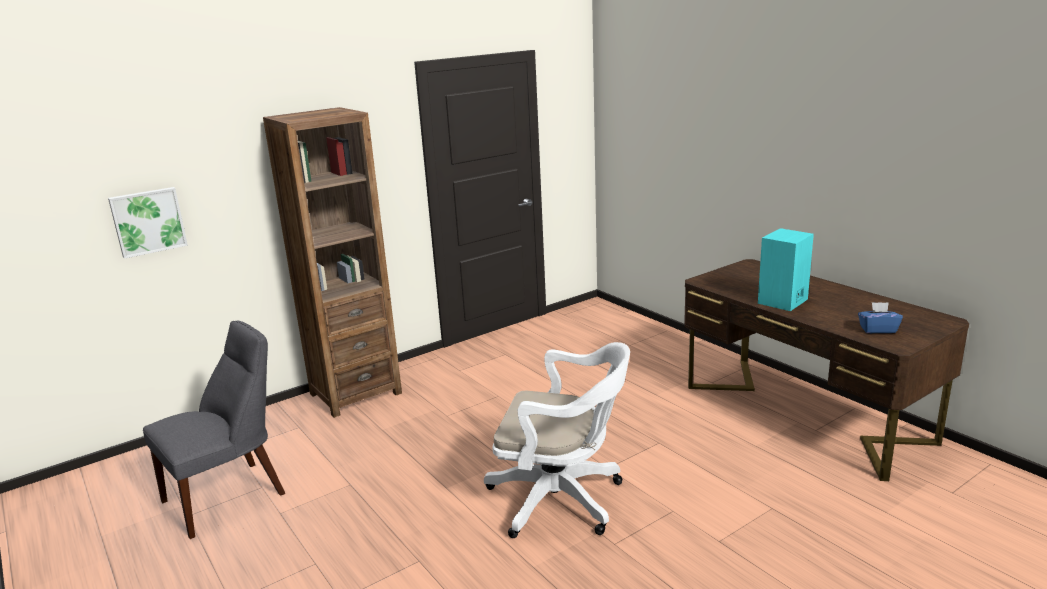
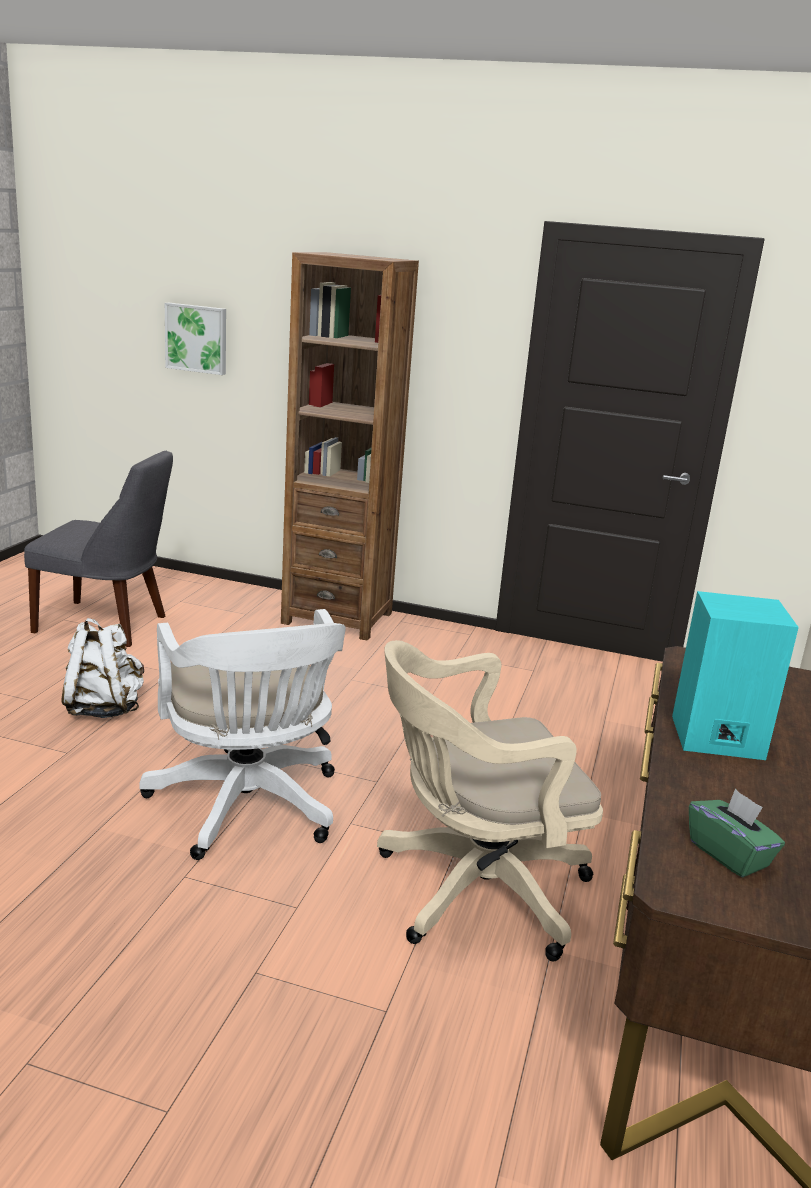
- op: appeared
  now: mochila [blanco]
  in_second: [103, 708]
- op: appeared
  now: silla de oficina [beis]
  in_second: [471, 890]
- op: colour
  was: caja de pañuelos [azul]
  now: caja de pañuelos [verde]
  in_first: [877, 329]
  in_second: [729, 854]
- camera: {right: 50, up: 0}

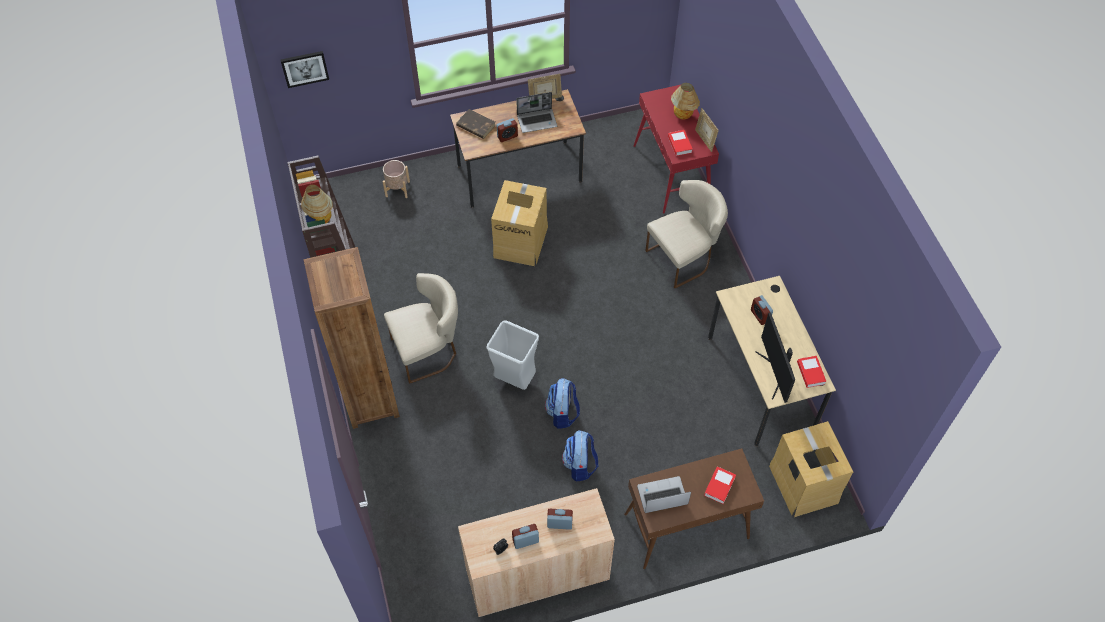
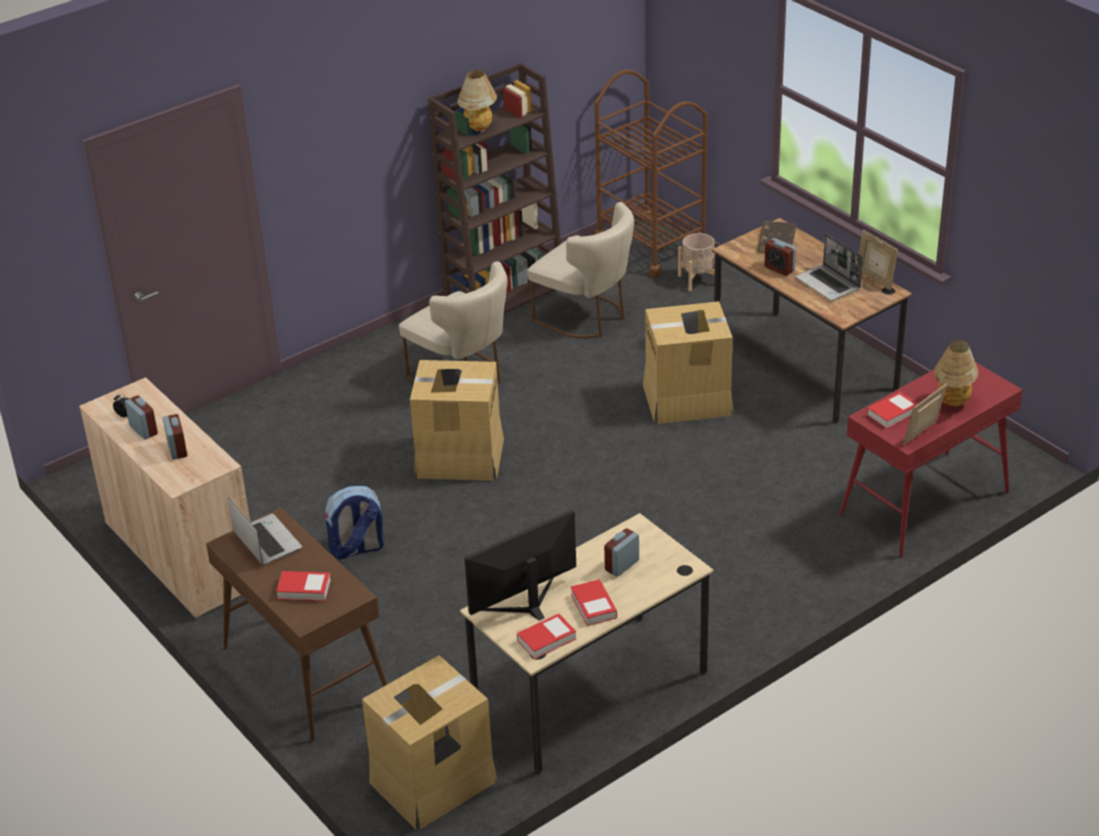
- op: missing
  was: cuadro
  in_first: [304, 68]
- op: missing
  was: estantería [marrón]
  in_first: [370, 399]
- op: missing
  was: mochila
  in_first: [562, 413]
- op: appeared
  now: libro
  in_second: [593, 606]
- op: appeared
  now: carrito [marrón]
  in_second: [651, 245]
- op: relocated
  was: silla [beis]
  in_first: [684, 257]
  in_second: [587, 317]
- op: exchanged
  was: papelera [gris]
  now: caja de cartón
  in_first: [514, 380]
  in_second: [459, 457]
- camera: {right: 70, up: -20}

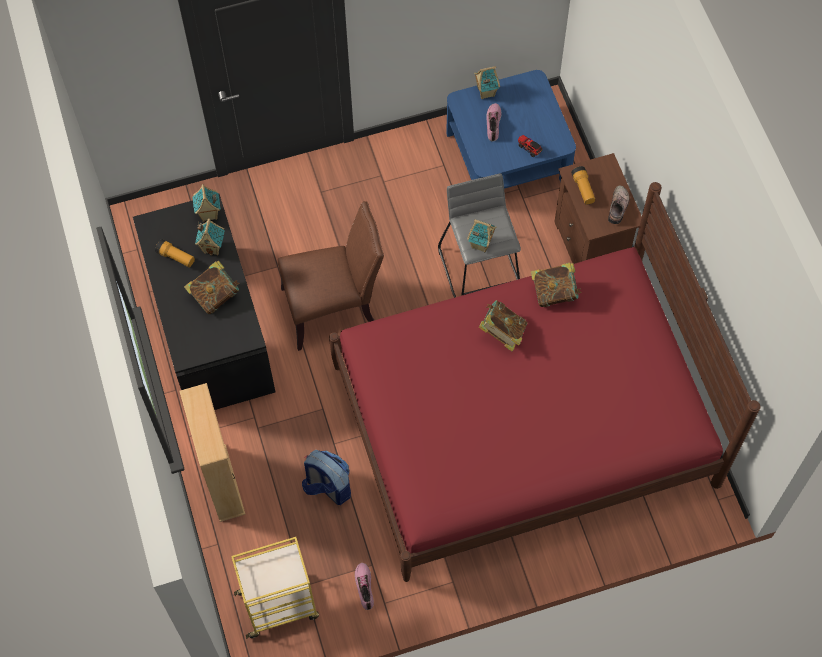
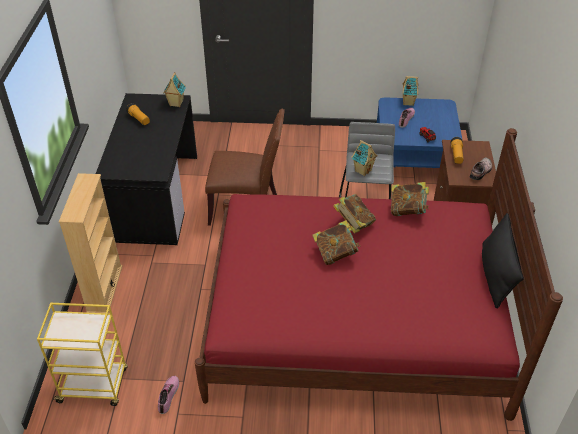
- op: missing
  was: casita
  in_first: [213, 247]
- op: missing
  was: mochila
  in_first: [328, 487]
- op: appeared
  now: cojín [negro]
  in_second: [496, 274]
- op: relocated
  was: libro
  in_first: [215, 295]
  in_second: [335, 253]
- camera: {right: 20, up: -20}

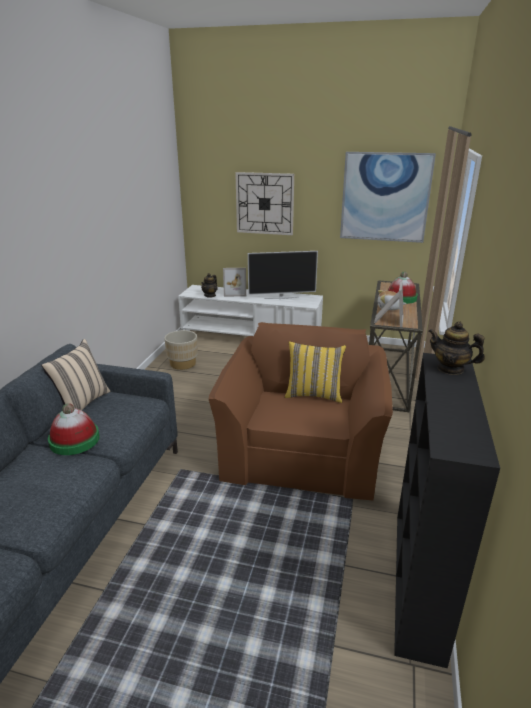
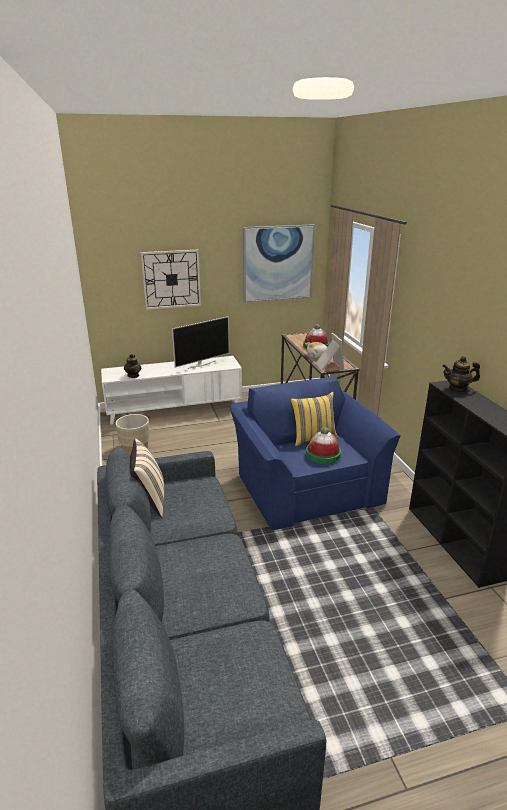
- op: missing
  was: portarretratos
  in_first: [235, 293]
- op: relocated
  was: sombrero
  in_first: [74, 440]
  in_second: [323, 454]
- op: colour
  was: sillón [marrón]
  now: sillón [azul]
  in_first: [302, 447]
  in_second: [305, 484]
- camera: {right: -30, up: 0}

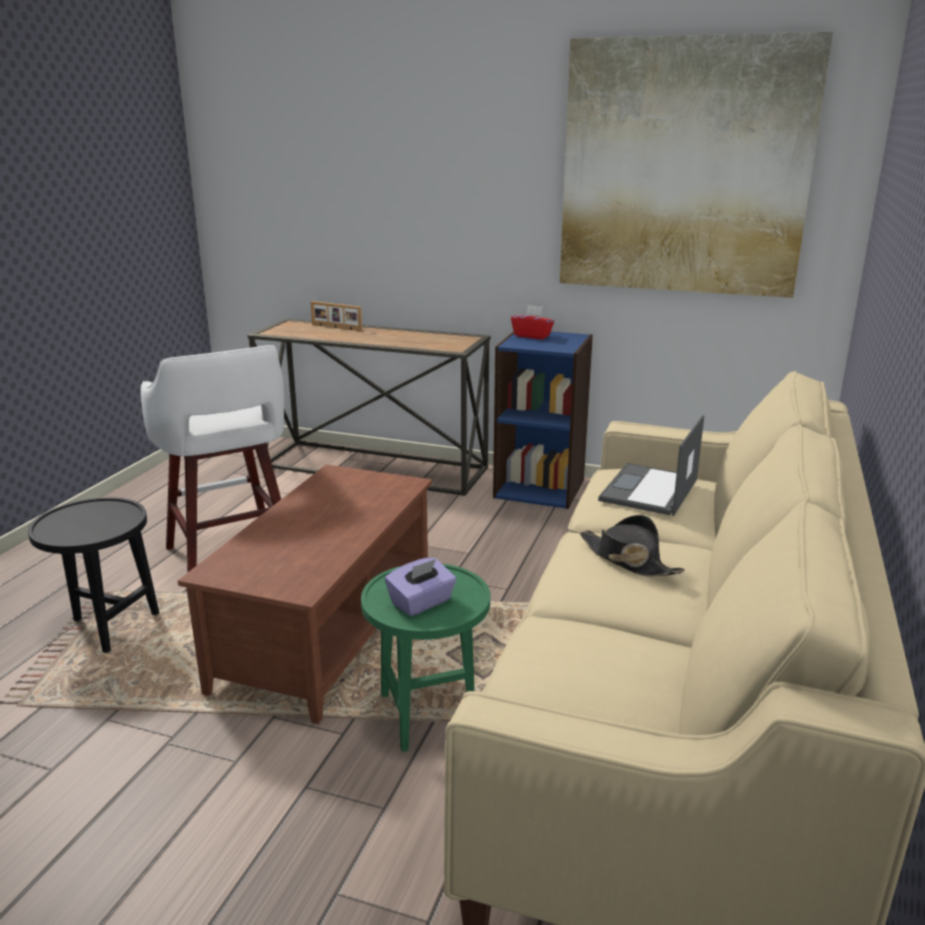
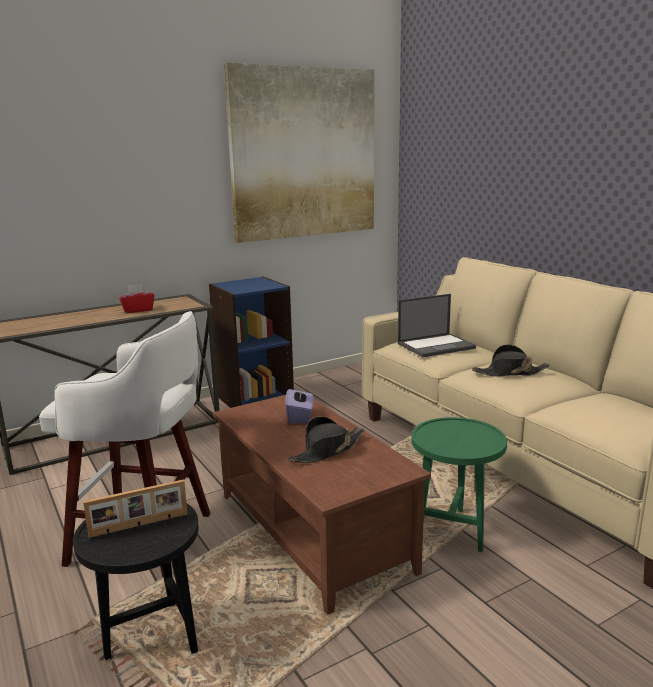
- op: appeared
  now: sombrero [negro]
  in_second: [327, 451]
- op: relocated
  was: portarretratos
  in_first: [336, 327]
  in_second: [139, 525]
- op: relocated
  was: caja de pañuelos [morado]
  in_first: [421, 603]
  in_second: [300, 417]
- op: relocated
  was: caja de pañuelos [rojo]
  in_first: [532, 336]
  in_second: [137, 310]
- op: spun
  was: portátil
  in_first: [649, 491]
  in_second: [436, 346]
  clockwise: -90
- camera: {right: -50, up: -5}

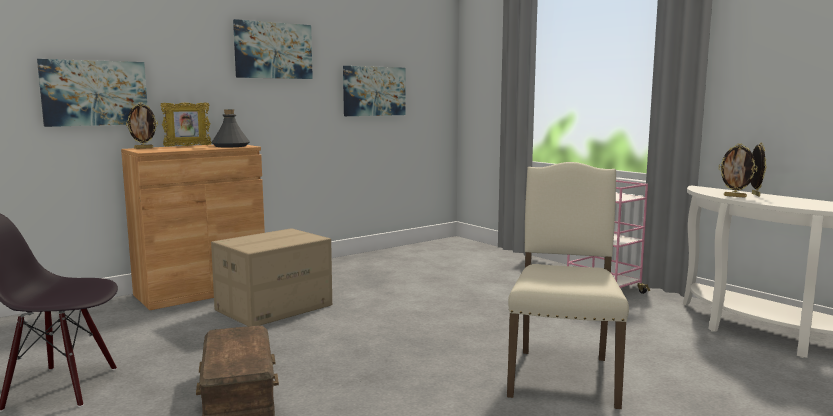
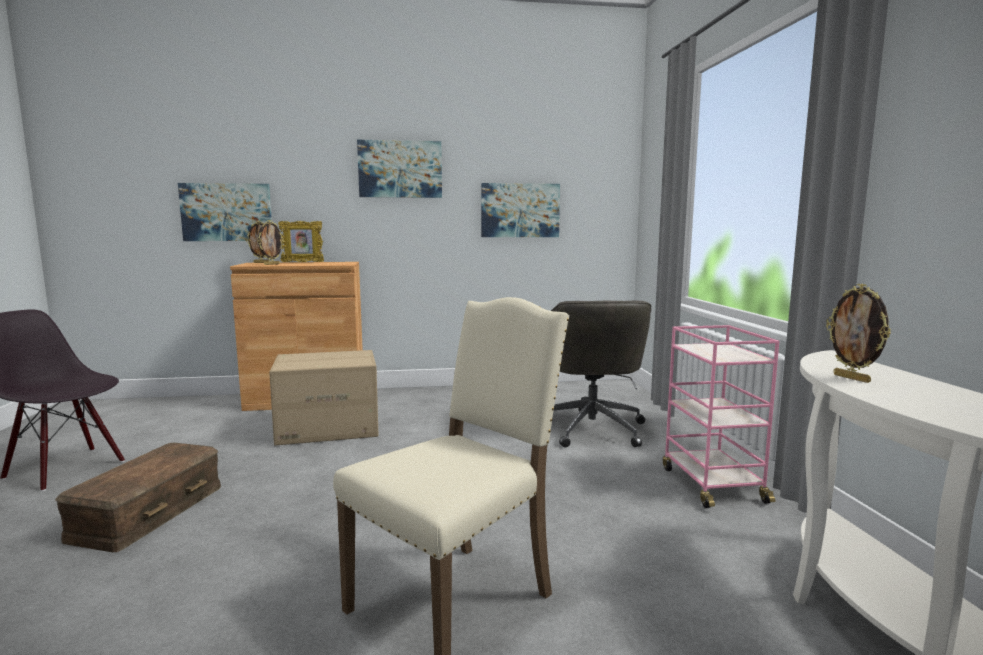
- op: missing
  was: botella [gris]
  in_first: [230, 146]
- op: appeared
  now: silla de oficina [gris]
  in_second: [590, 427]
- op: relocated
  was: portarretratos
  in_first: [754, 195]
  in_second: [271, 264]
- camera: {right: 30, up: 0}

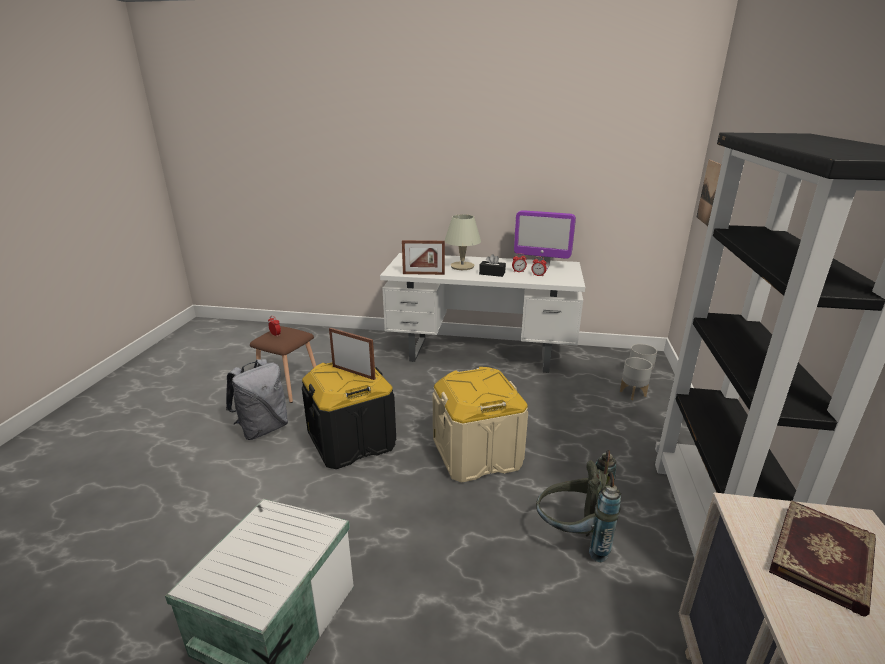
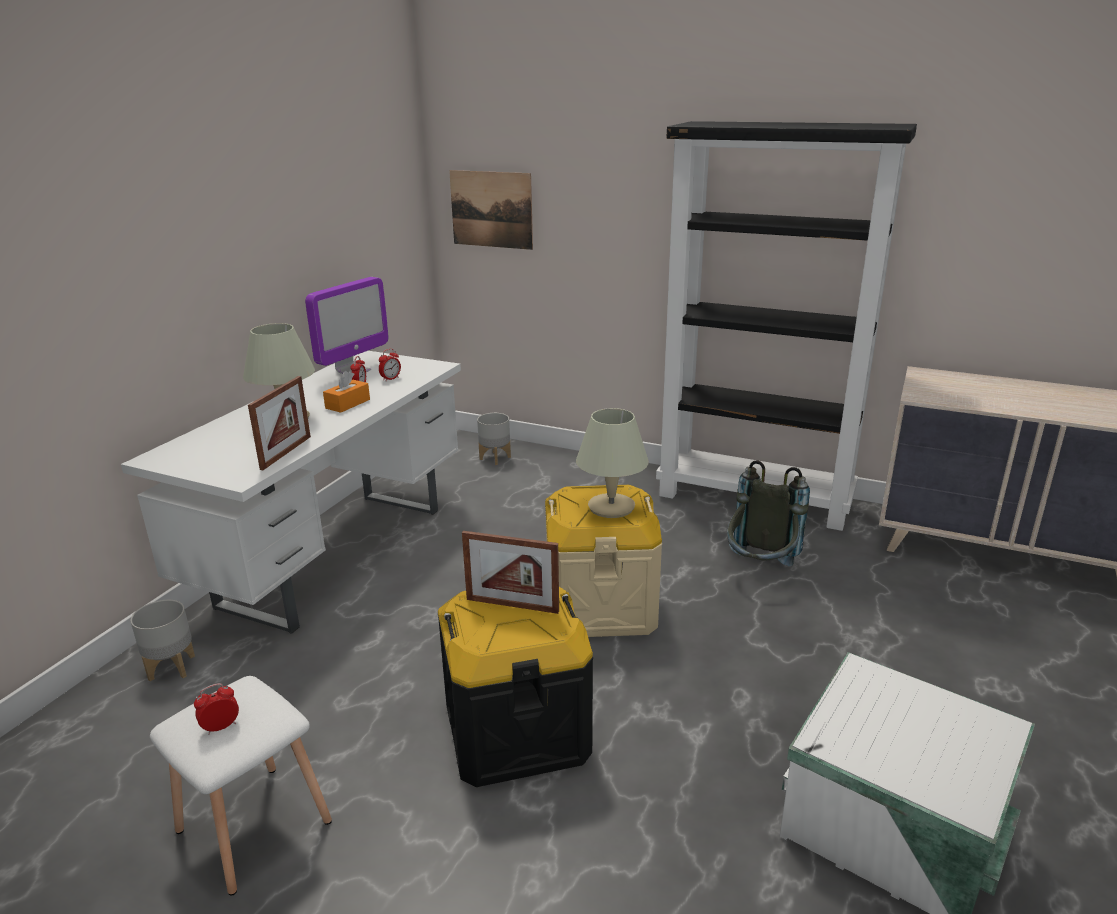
- op: missing
  was: mochila [gris]
  in_first: [263, 428]
- op: missing
  was: libro
  in_first: [824, 558]
- op: appeared
  now: lámpara de mesa [beis]
  in_second: [611, 507]
- op: relocated
  was: maceta [gris]
  in_first: [633, 393]
  in_second: [172, 667]
- op: colour
  was: taburete [marrón]
  now: taburete [blanco]
  in_first: [288, 386]
  in_second: [252, 828]
- op: colour
  was: caja de pañuelos [negro]
  now: caja de pañuelos [naranja]
  in_first: [492, 273]
  in_second: [348, 404]
- op: spun
  was: portarretratos
  in_first: [353, 372]
  in_second: [512, 605]
  clockwise: -120
- camera: {right: -75, up: 0}

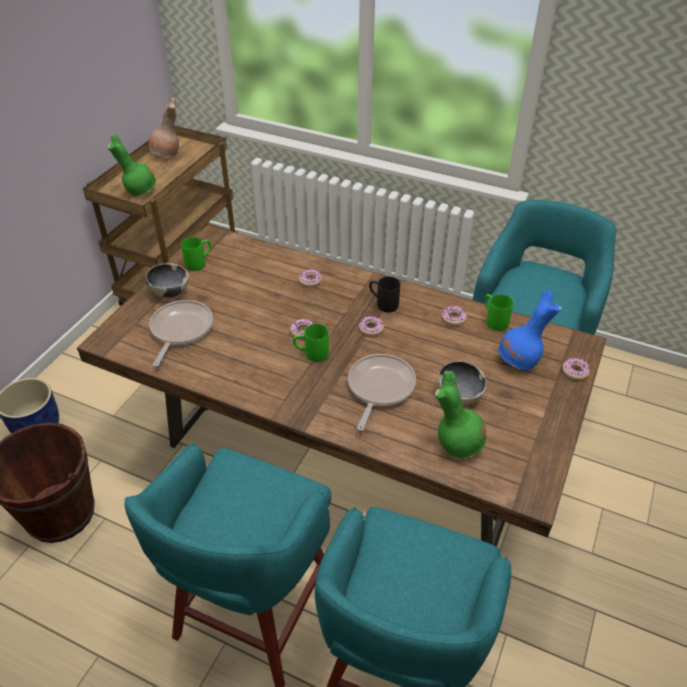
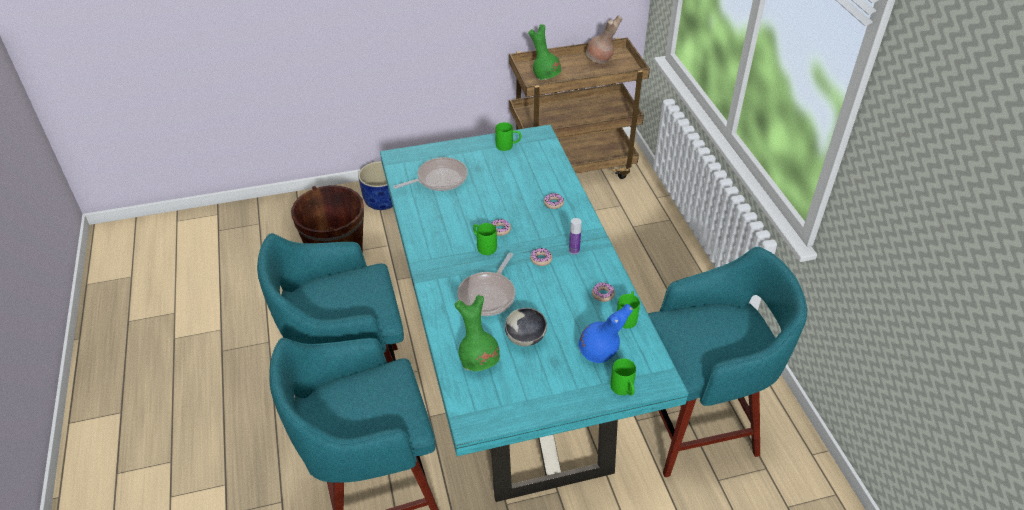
- op: missing
  was: cuenco
  in_first: [170, 292]
- op: exchanged
  was: taza grande [negro]
  now: botella
  in_first: [383, 303]
  in_second: [574, 250]
- op: exchanged
  was: rosquilla
  now: taza grande [verde]
  in_first: [575, 372]
  in_second: [624, 390]
- op: colour
  was: mesa de comedor [marrón]
  now: mesa de comedor [turquesa]
  in_first: [341, 460]
  in_second: [510, 359]
- op: spun
  was: sartén
  in_first: [379, 388]
  in_second: [488, 295]
  clockwise: 135
- camera: {right: 50, up: 0}

